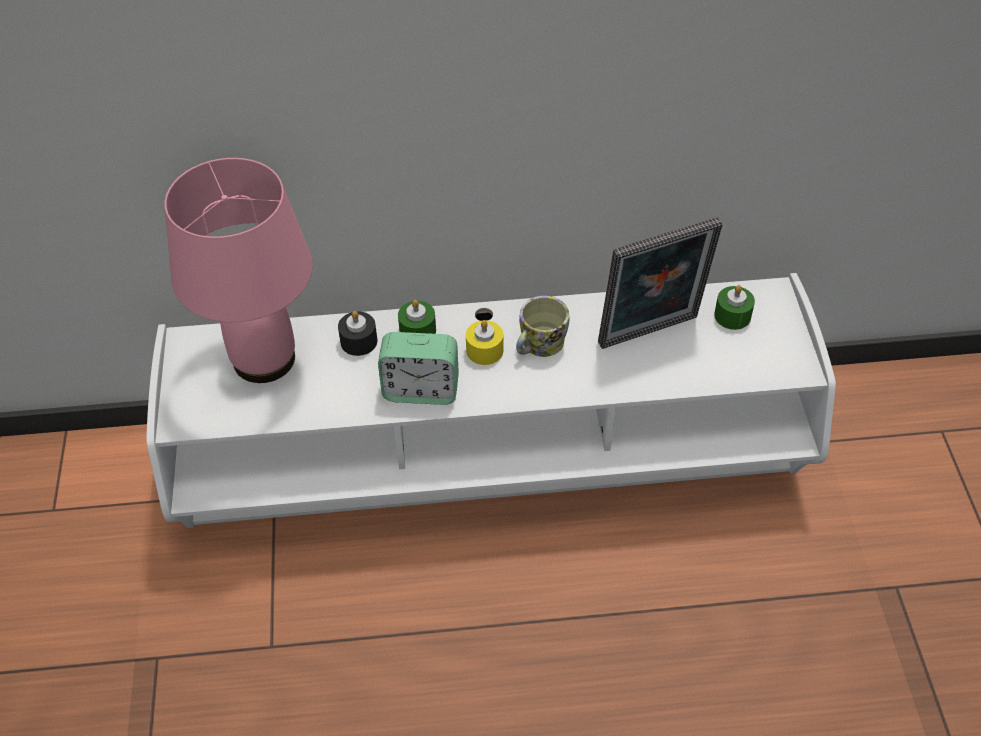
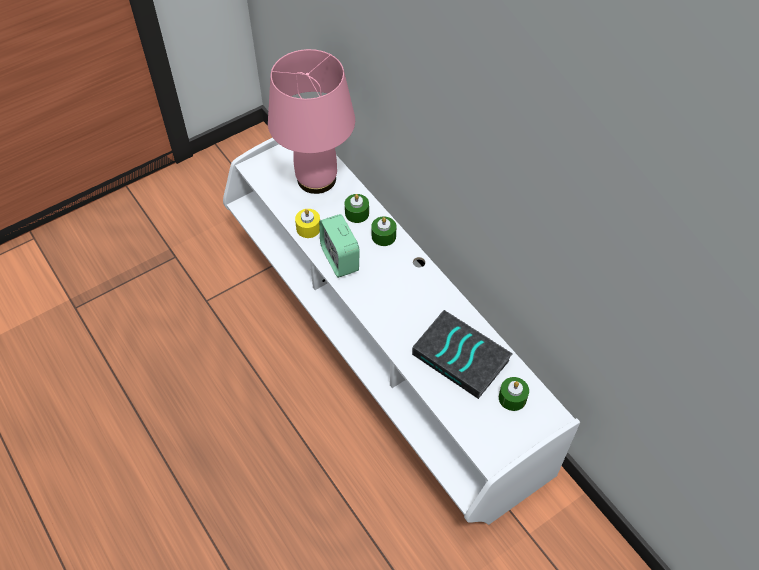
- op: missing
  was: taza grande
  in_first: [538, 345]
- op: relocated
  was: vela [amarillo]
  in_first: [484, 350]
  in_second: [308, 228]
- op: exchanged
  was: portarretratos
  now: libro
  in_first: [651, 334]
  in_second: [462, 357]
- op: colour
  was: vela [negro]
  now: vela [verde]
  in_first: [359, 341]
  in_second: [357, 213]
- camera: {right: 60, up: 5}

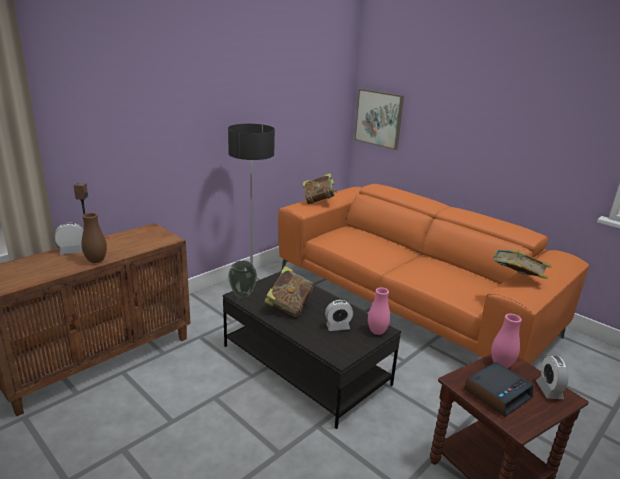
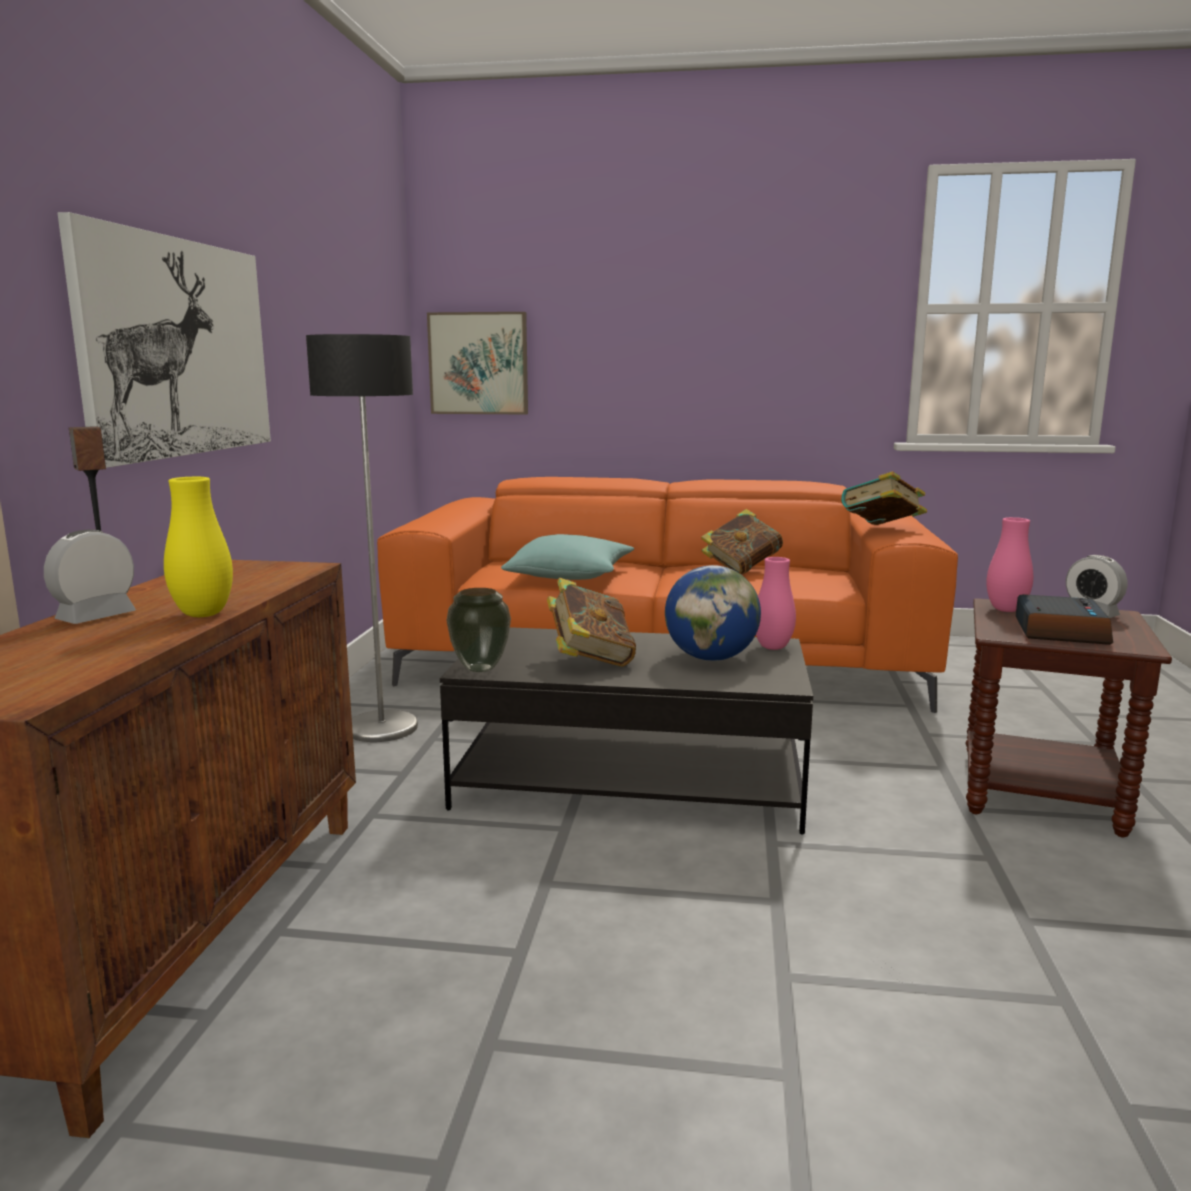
- op: appeared
  now: cuadro
  in_second: [178, 348]
- op: appeared
  now: cojín [turquesa]
  in_second: [570, 576]
- op: relocated
  was: libro
  in_first: [318, 201]
  in_second: [741, 569]
- op: exchanged
  was: despertador
  now: globo terráqueo
  in_first: [337, 327]
  in_second: [710, 658]
- op: colour
  was: florero [marrón]
  now: florero [amarillo]
  in_first: [96, 261]
  in_second: [203, 614]
- camera: {right: -35, up: -10}

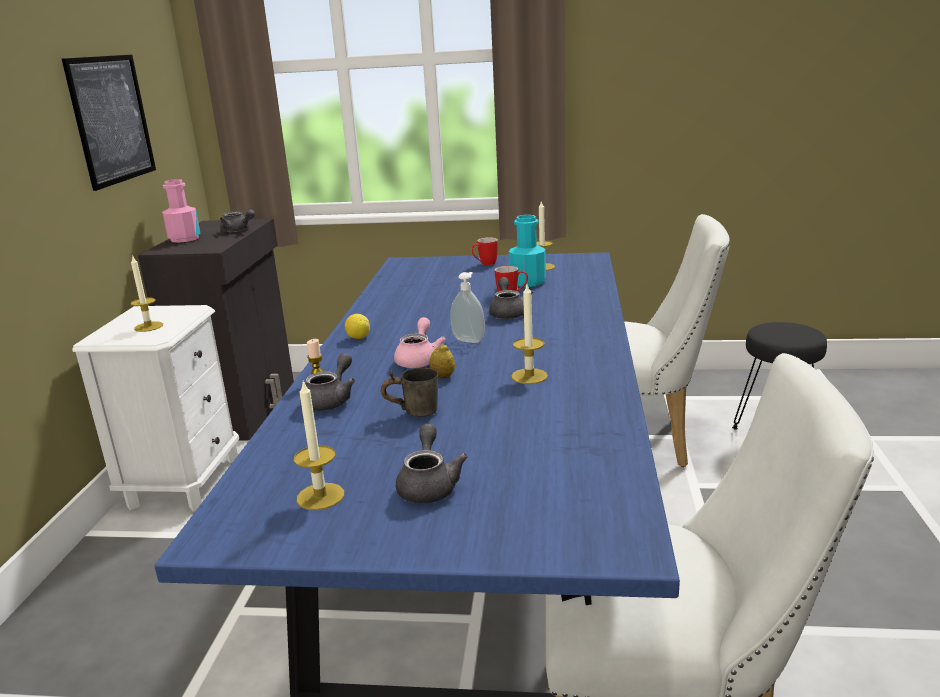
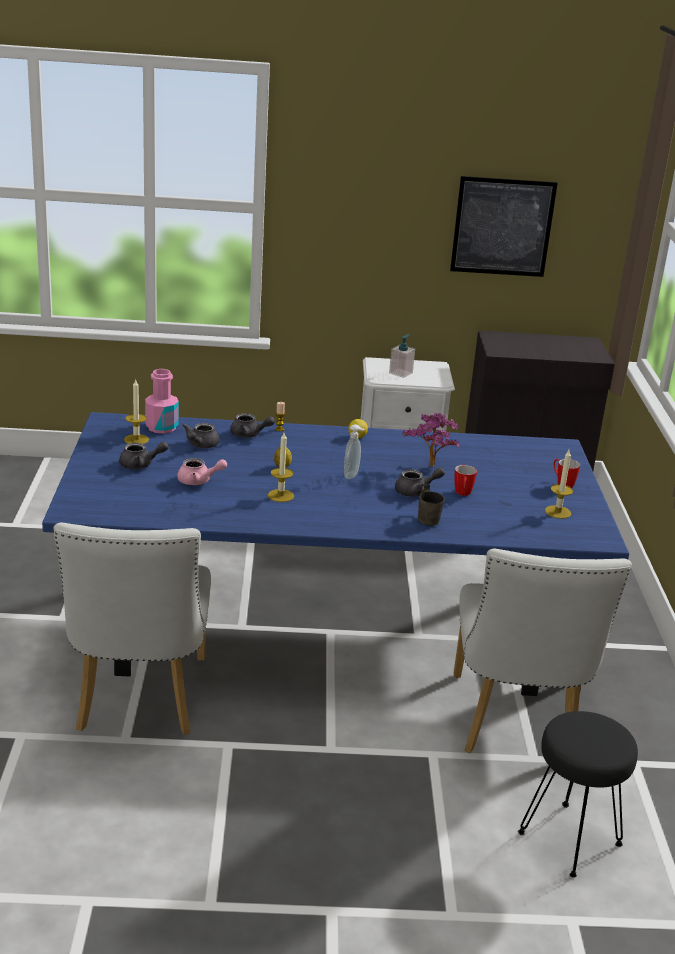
- op: missing
  was: botella [turquesa]
  in_first: [528, 282]
- op: appeared
  now: planta en maceta
  in_second: [430, 468]
- op: relocated
  was: botella [rosa]
  in_first: [184, 239]
  in_second: [161, 427]
- op: relocated
  was: tetera [gris]
  in_first: [238, 230]
  in_second: [200, 445]
- op: relocated
  was: taza grande [gris]
  in_first: [414, 411]
  in_second: [429, 519]
- op: relocated
  was: tetera [rosa]
  in_first: [419, 359]
  in_second: [199, 481]
- op: exchanged
  was: vela
  now: dispensador de jabón
  in_first: [148, 326]
  in_second: [401, 373]
- camera: {right: 80, up: 5}

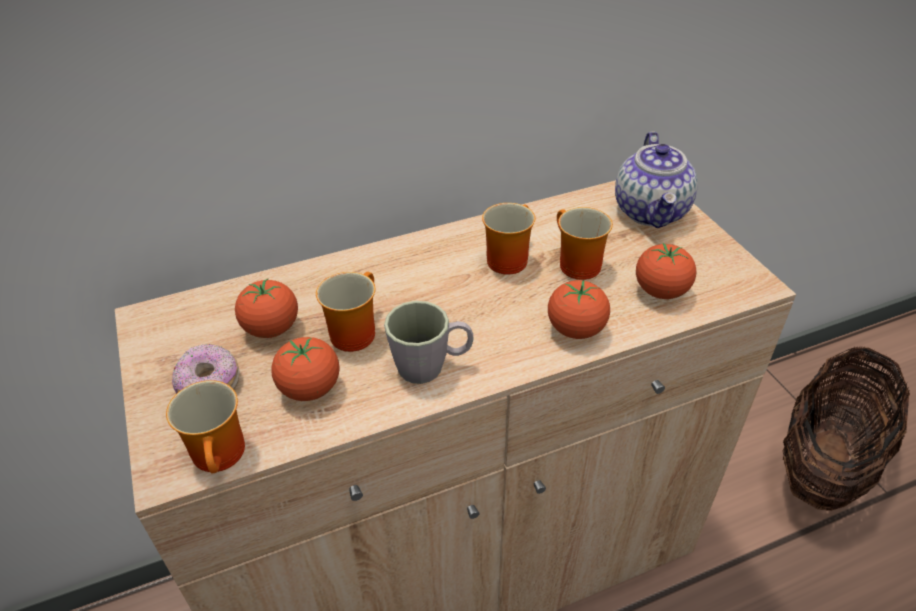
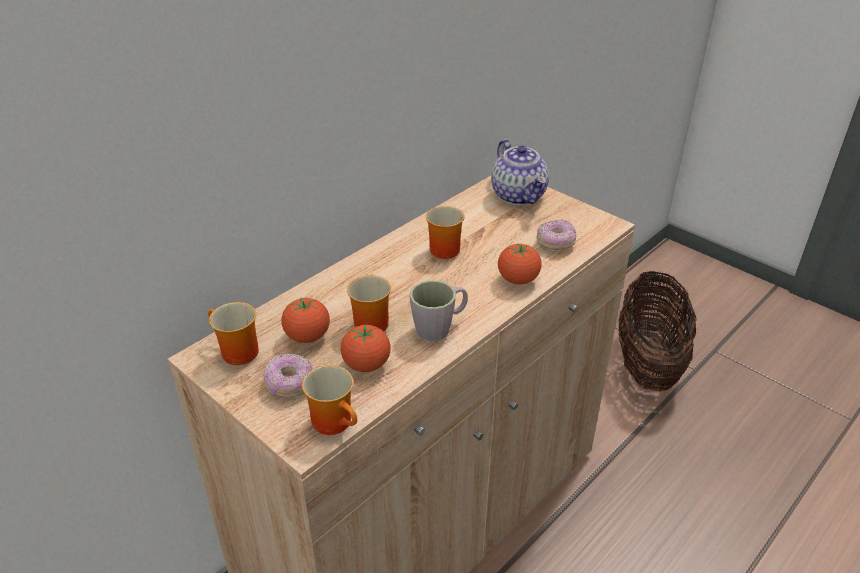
- op: relocated
  was: taza grande
  in_first: [574, 265]
  in_second: [235, 352]
- op: exchanged
  was: tomate
  now: rosquilla
  in_first: [661, 291]
  in_second: [555, 243]
- camera: {right: -25, up: -5}

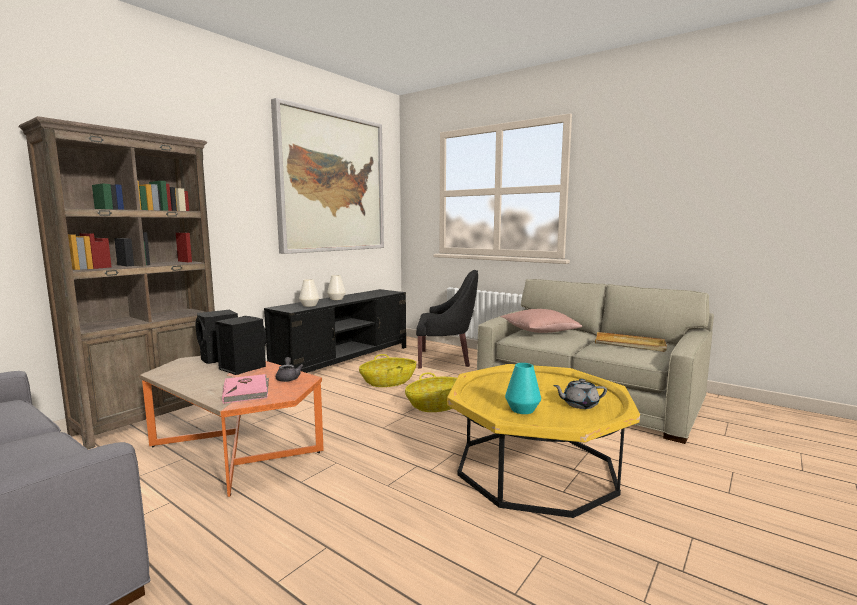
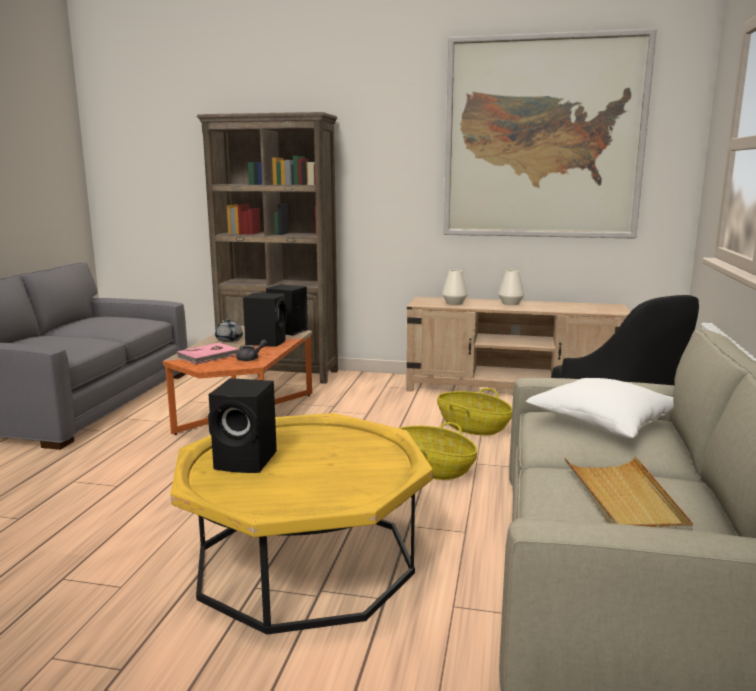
- op: relocated
  was: tetera [gris]
  in_first: [579, 404]
  in_second: [229, 339]
- op: exchanged
  was: florero [turquesa]
  now: altavoz [negro]
  in_first: [522, 409]
  in_second: [248, 461]
- op: colour
  was: mueble de televisión [negro]
  now: mueble de televisión [beis]
  in_first: [344, 360]
  in_second: [512, 389]
- op: colour
  was: cojín [rosa]
  now: cojín [blanco]
  in_first: [538, 331]
  in_second: [602, 423]
- camera: {right: 65, up: 5}

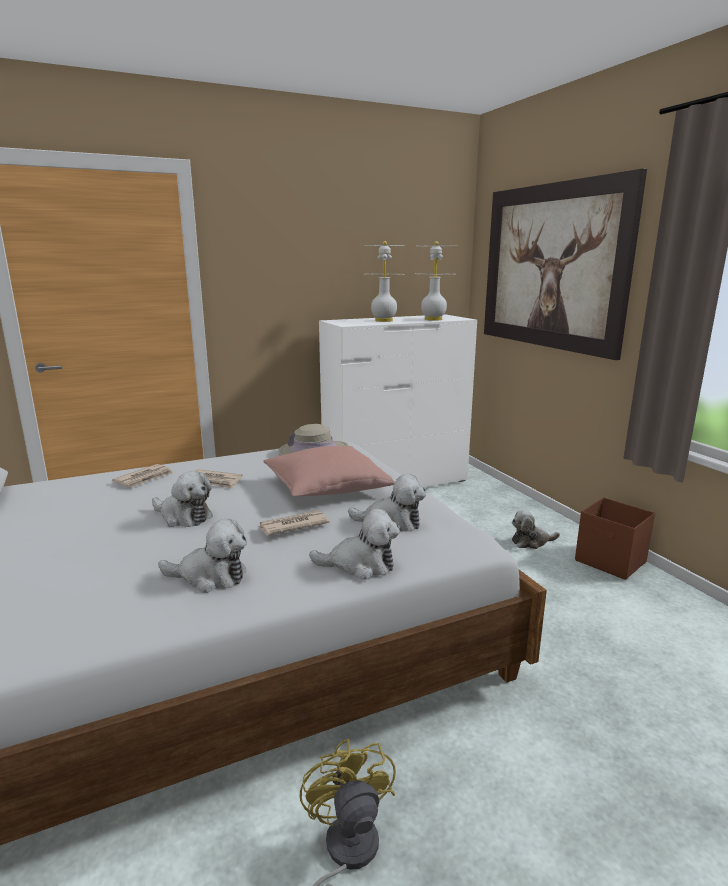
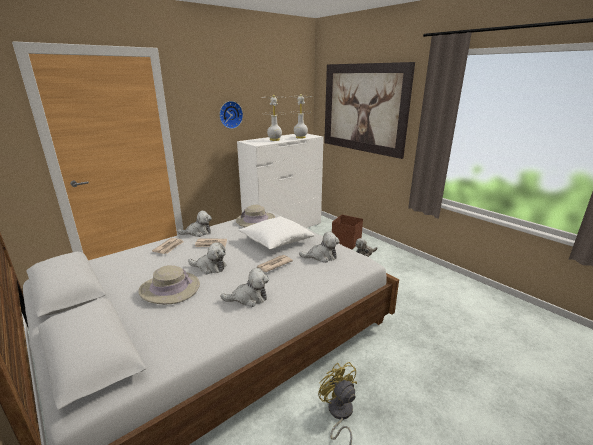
- op: appeared
  now: sombrero [beis]
  in_second: [170, 288]
- op: appeared
  now: reloj de pared
  in_second: [230, 114]
- op: relocated
  was: peluche
  in_first: [360, 565]
  in_second: [198, 232]
- op: relocated
  was: caja de almacenaje [marrón]
  in_first: [611, 562]
  in_second: [346, 242]
- op: colour
  was: cojín [rosa]
  now: cojín [blanco]
  in_first: [326, 488]
  in_second: [276, 241]
- camera: {right: -15, up: 5}

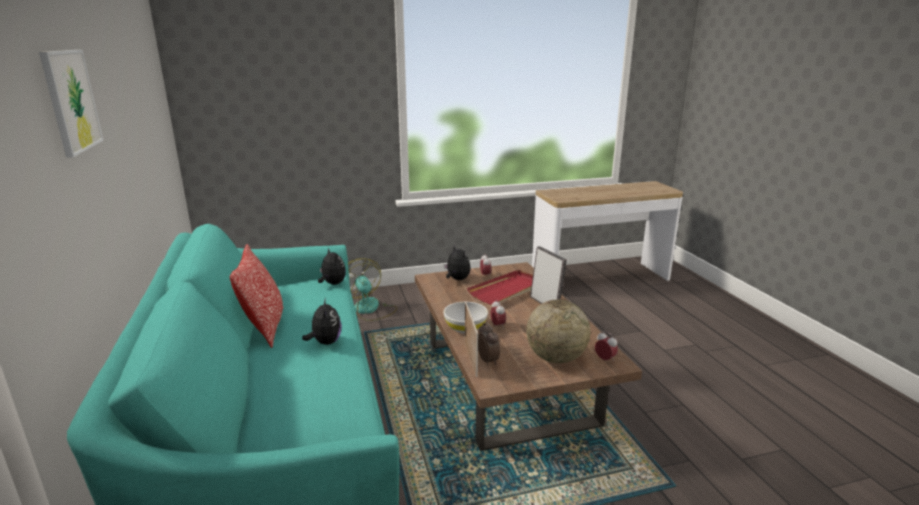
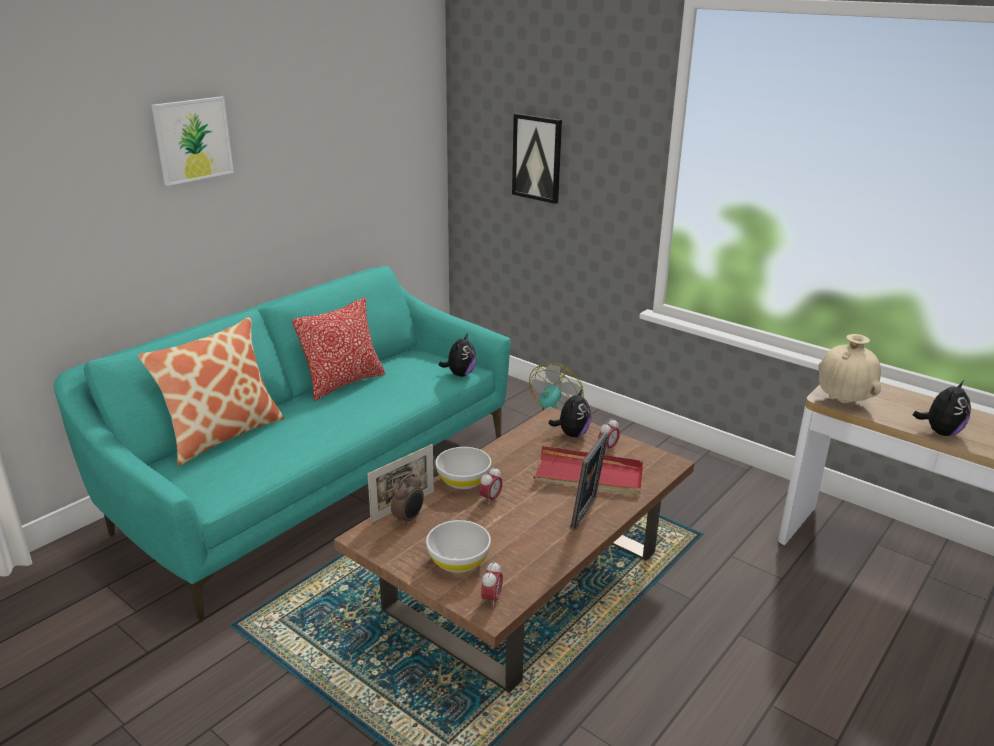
- op: appeared
  now: cojín
  in_second: [222, 434]
- op: appeared
  now: cuadro
  in_second: [537, 158]
- op: appeared
  now: florero [beis]
  in_second: [843, 402]
- op: relocated
  was: peluche
  in_first: [325, 342]
  in_second: [940, 432]
- op: exchanged
  was: globo terráqueo
  now: cuenco [blanco]
  in_first: [556, 358]
  in_second: [458, 561]
- camera: {right: 55, up: 5}

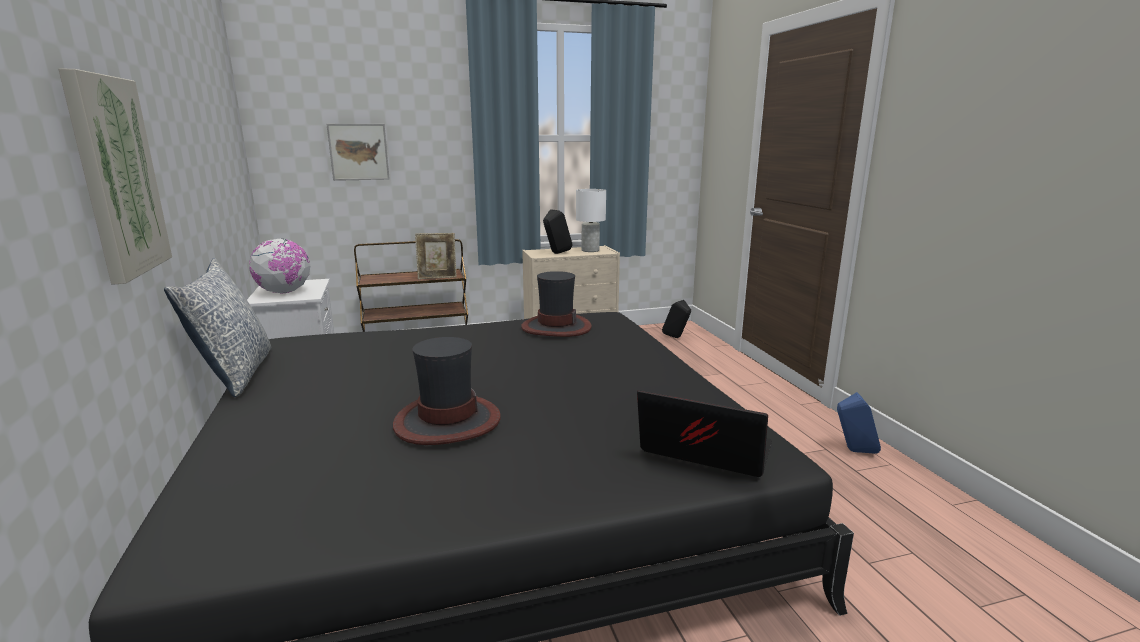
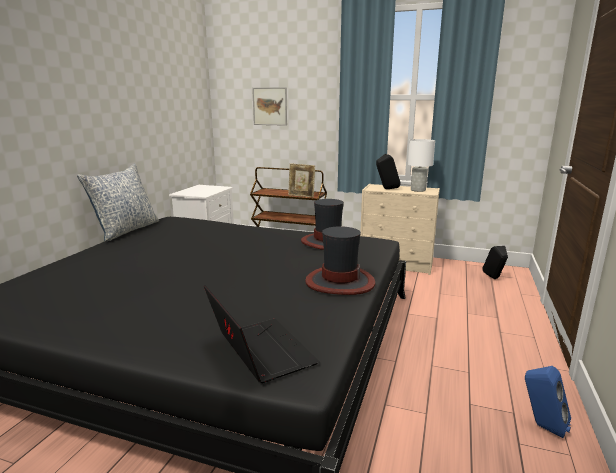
- op: missing
  was: cuadro
  in_first: [117, 177]
- op: missing
  was: globo terráqueo
  in_first: [284, 292]
- op: relocated
  was: sombrero
  in_first: [447, 421]
  in_second: [339, 282]
- camera: {right: 35, up: 0}

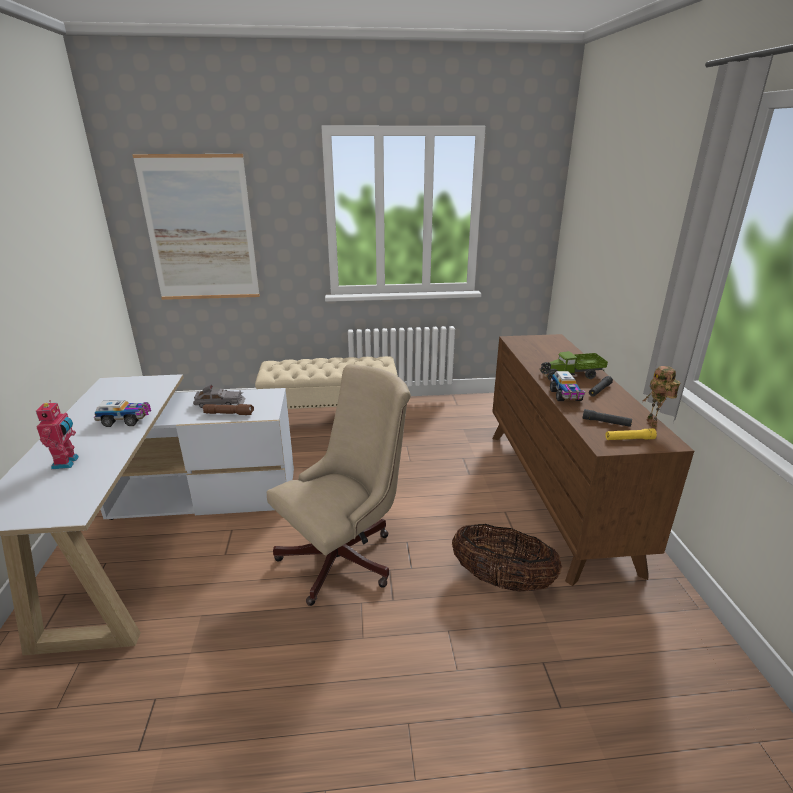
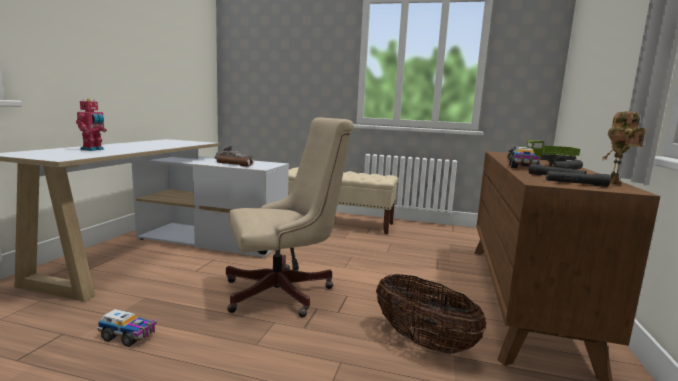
- op: missing
  was: cuadro
  in_first: [200, 229]
- op: relocated
  was: camión de juguete
  in_first: [126, 420]
  in_second: [128, 336]
- op: colour
  was: linterna [amarillo]
  now: linterna [negro]
  in_first: [629, 439]
  in_second: [575, 184]
- camera: {right: 20, up: -15}

